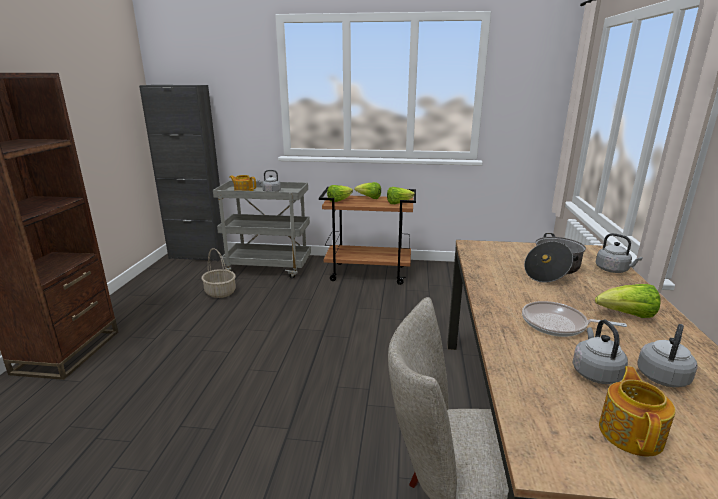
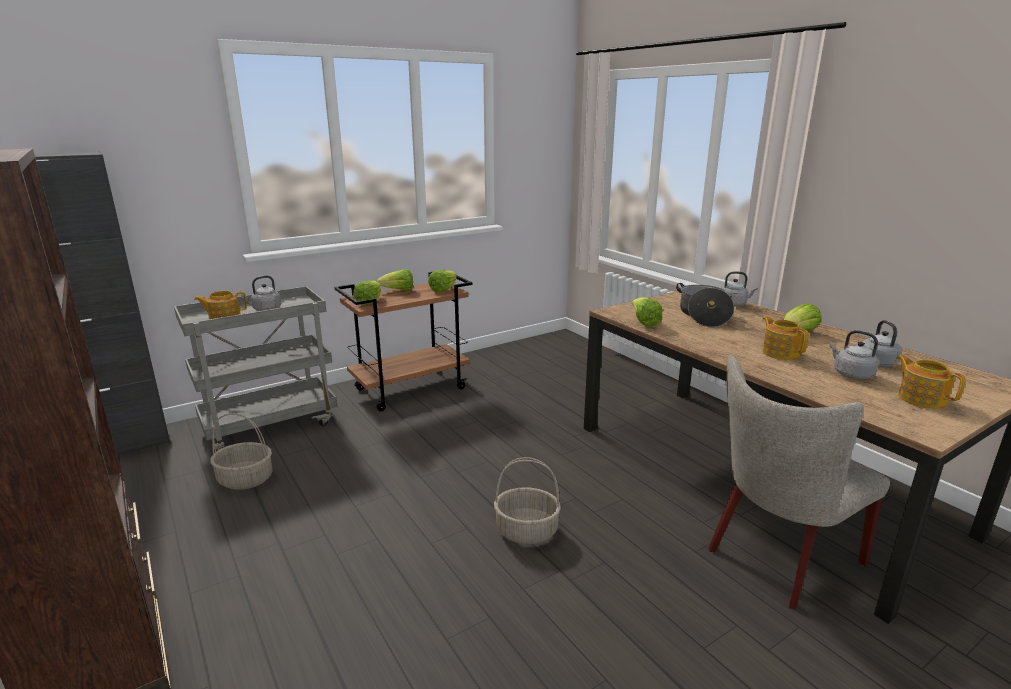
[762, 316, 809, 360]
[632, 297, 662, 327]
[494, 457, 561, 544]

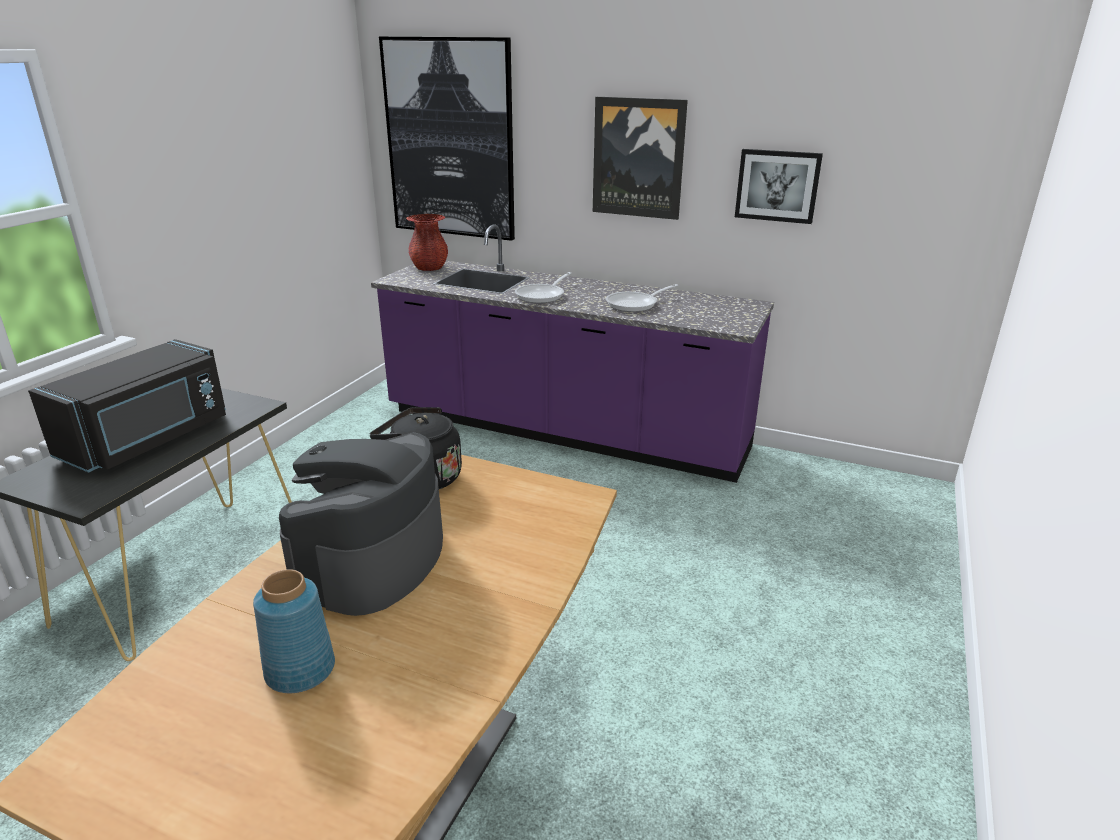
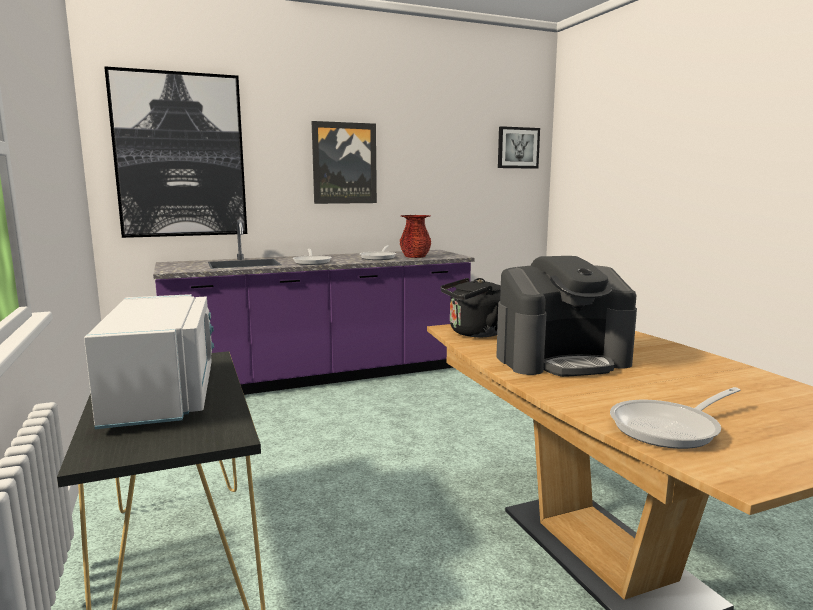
[498, 126, 540, 169]
[399, 215, 431, 258]
[84, 294, 214, 429]
[496, 256, 637, 377]
[253, 569, 335, 693] (first image)
[610, 387, 741, 449]

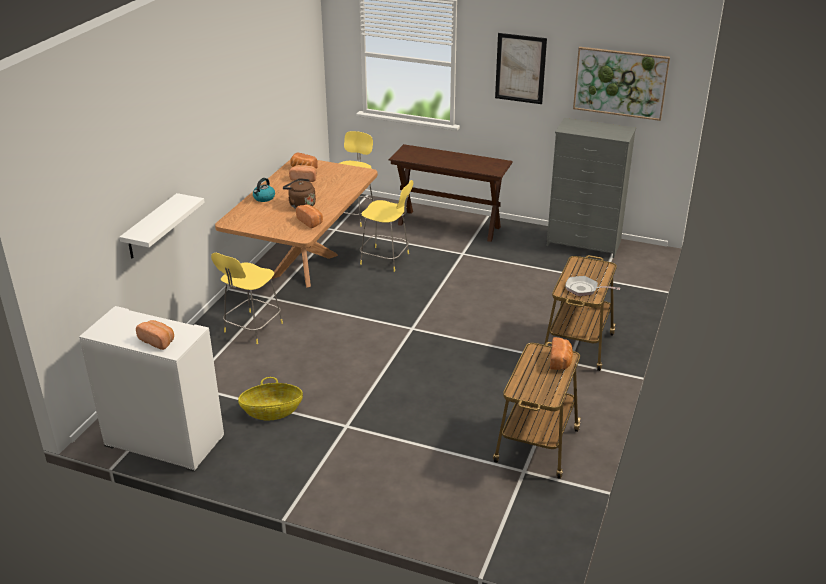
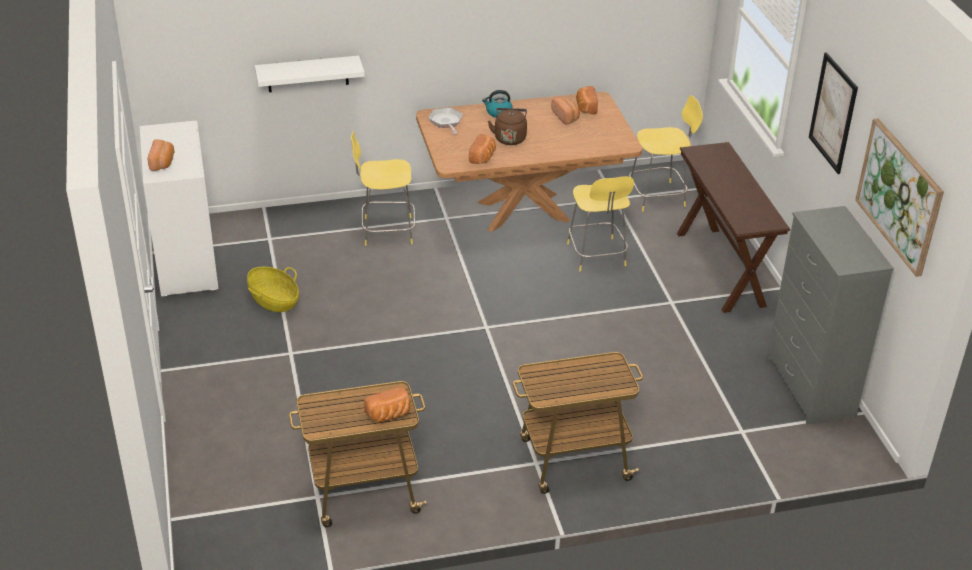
[429, 107, 463, 134]

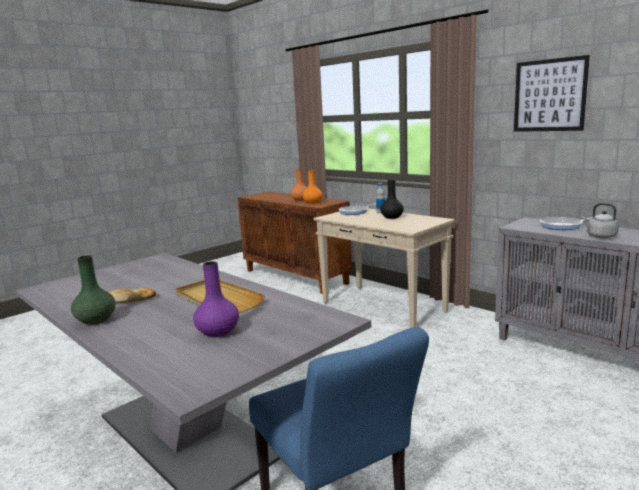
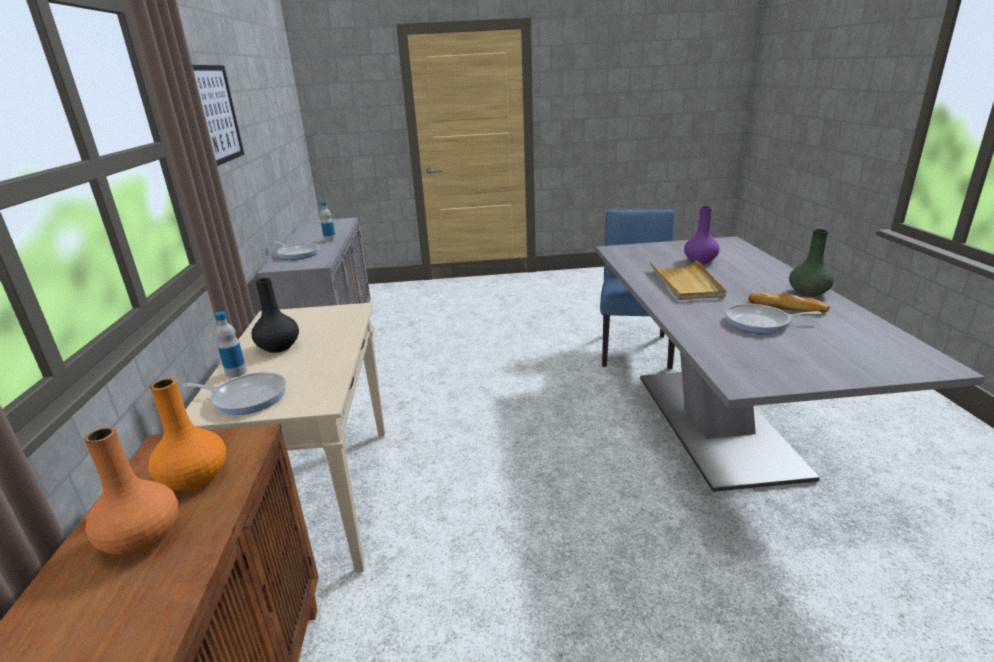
[320, 202, 336, 242]
[725, 304, 821, 334]

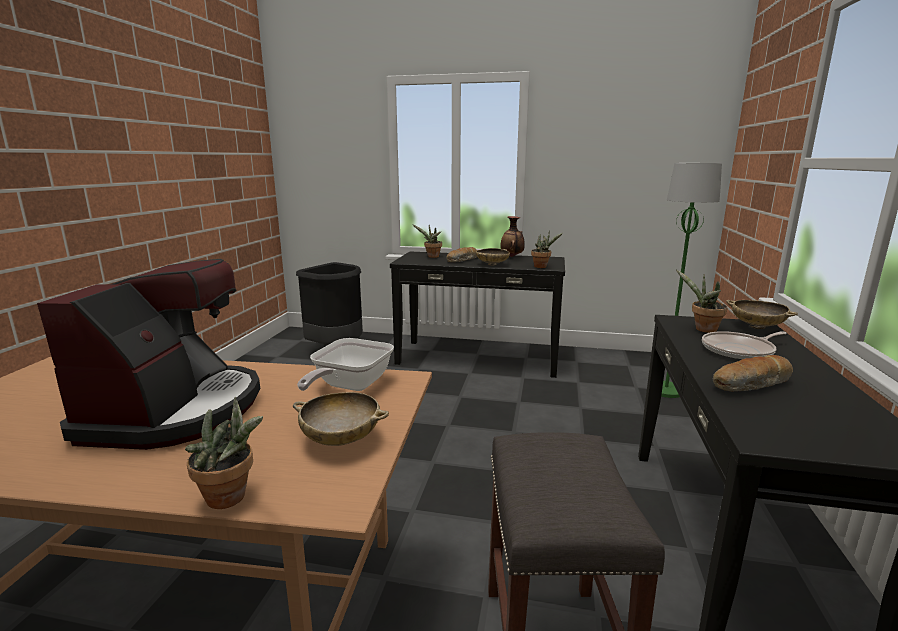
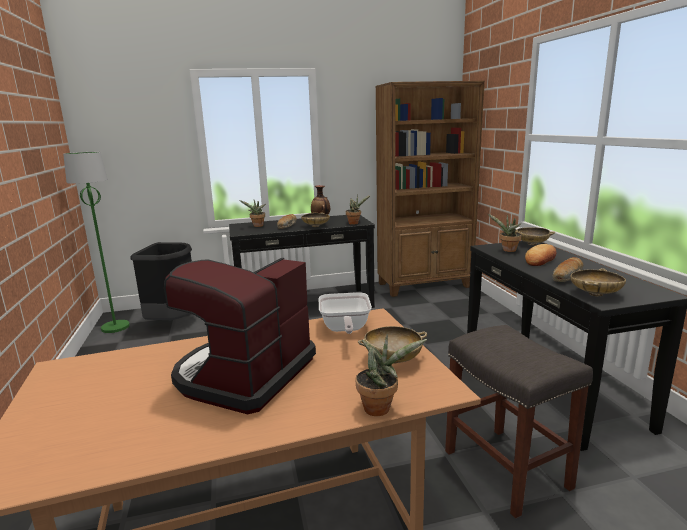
[63, 152, 130, 333]
[164, 258, 316, 414]
[525, 244, 556, 266]
[375, 81, 485, 297]
[570, 268, 626, 296]

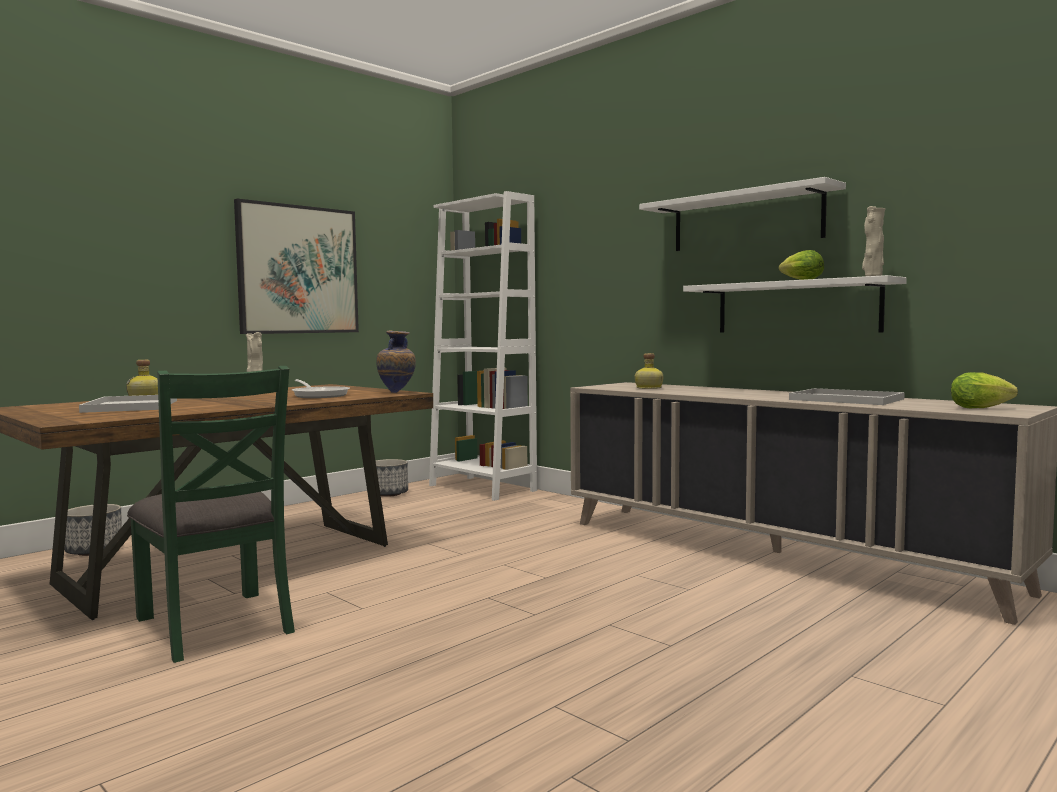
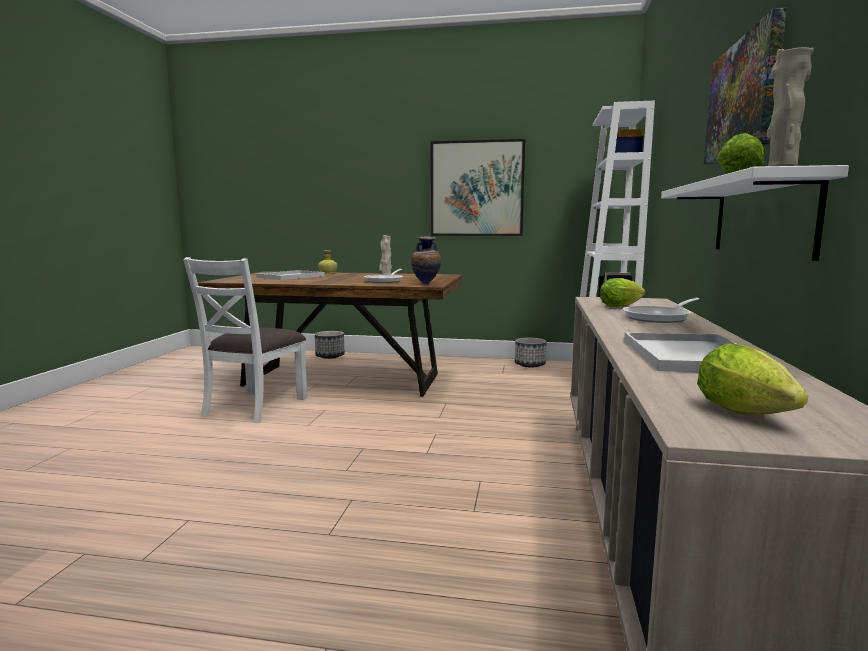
[704, 7, 787, 164]
[600, 278, 645, 307]
[183, 257, 307, 423]
[623, 298, 699, 323]

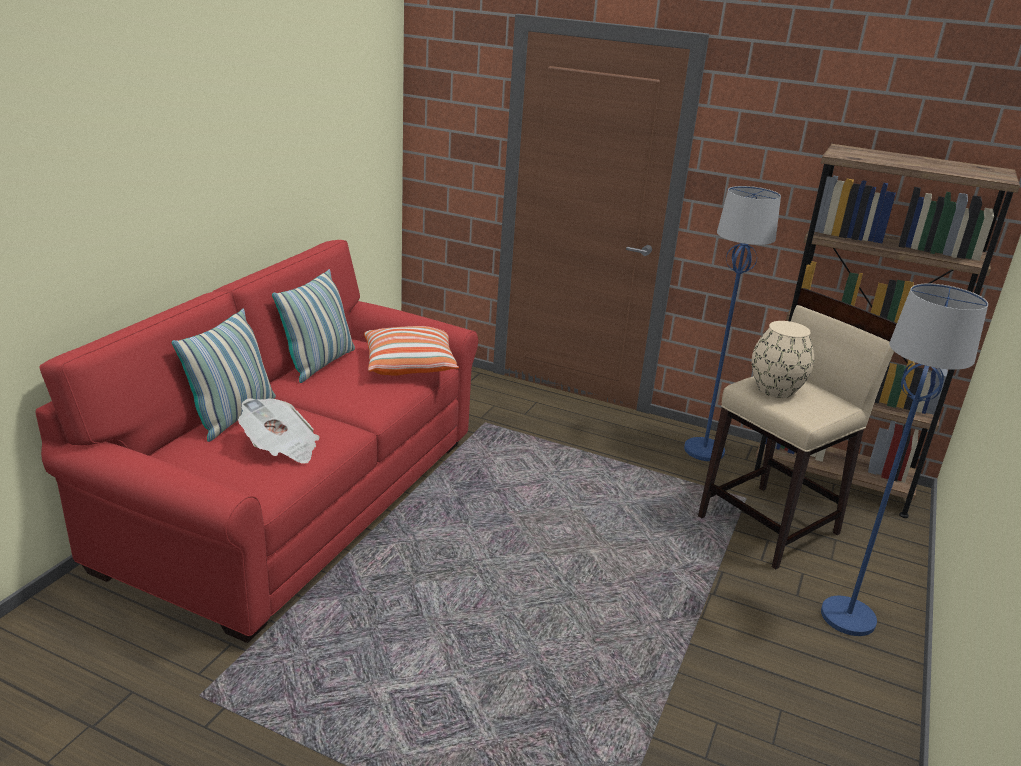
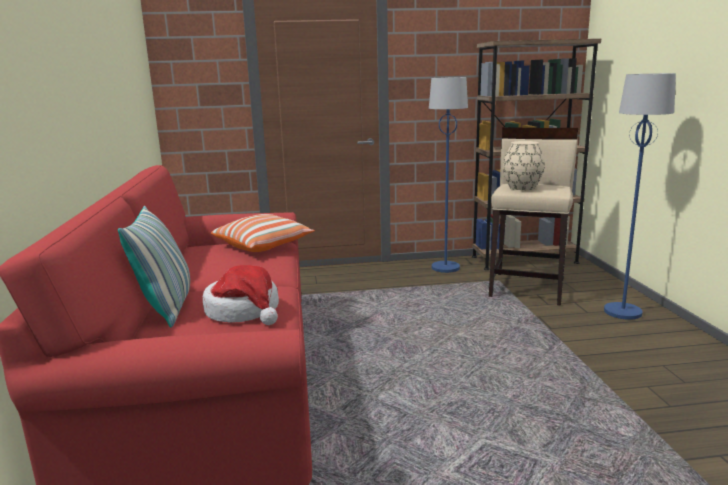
[272, 269, 355, 383] (first image)
[203, 265, 279, 325]

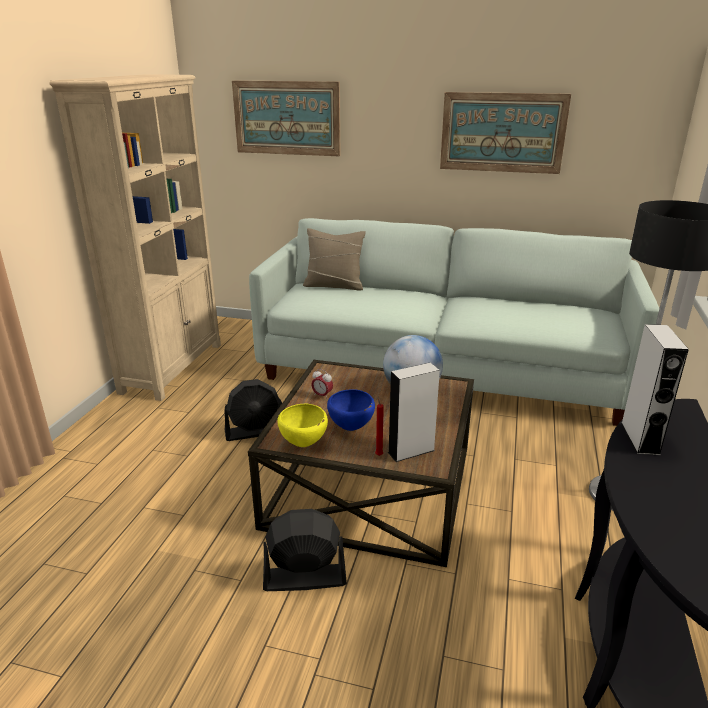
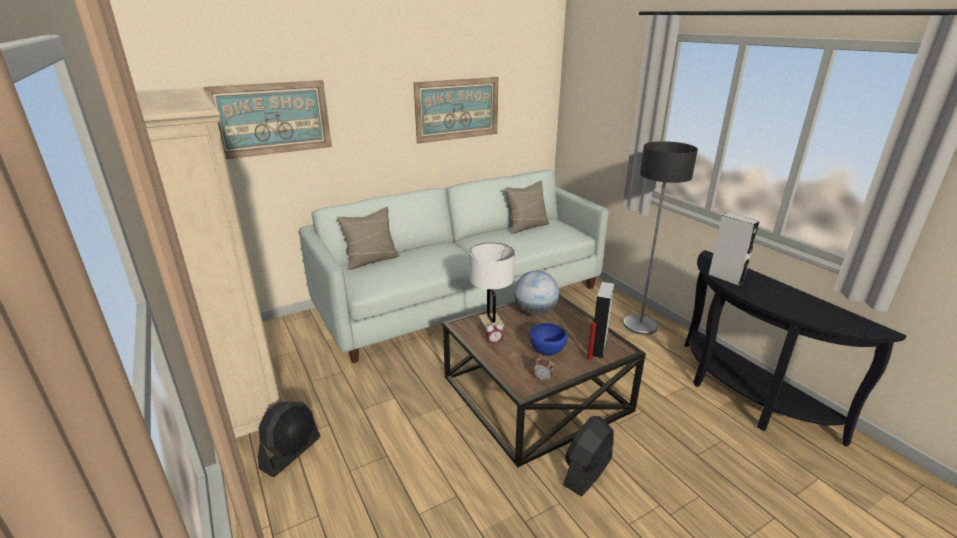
[258, 402, 320, 477]
[533, 356, 554, 382]
[505, 180, 549, 233]
[469, 243, 515, 330]

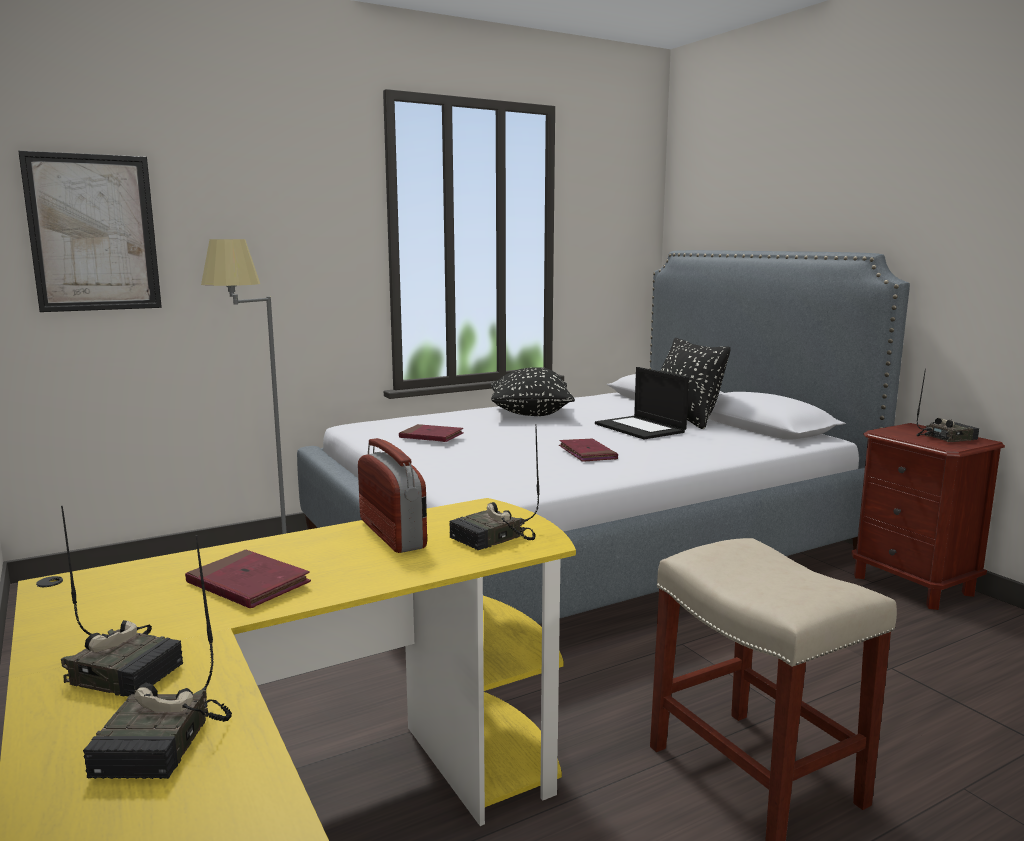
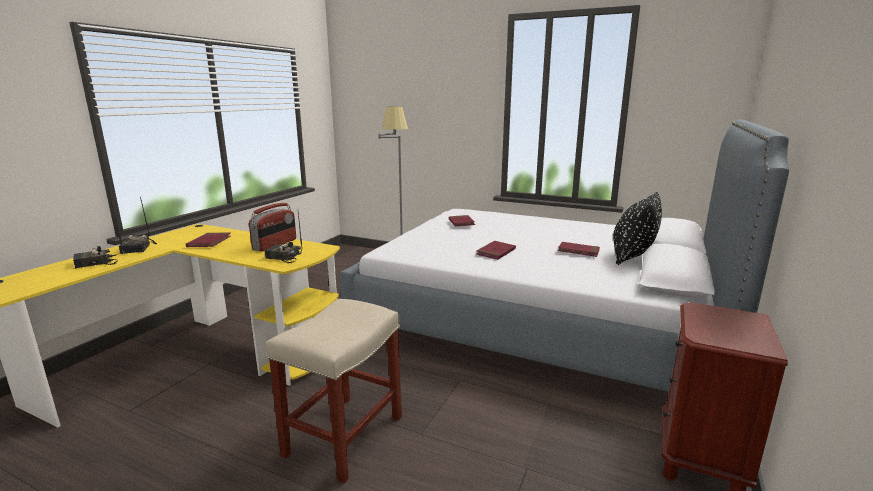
[18, 150, 162, 312] (first image)
[491, 367, 575, 416] (first image)
[558, 242, 600, 257]
[916, 369, 979, 442] (first image)

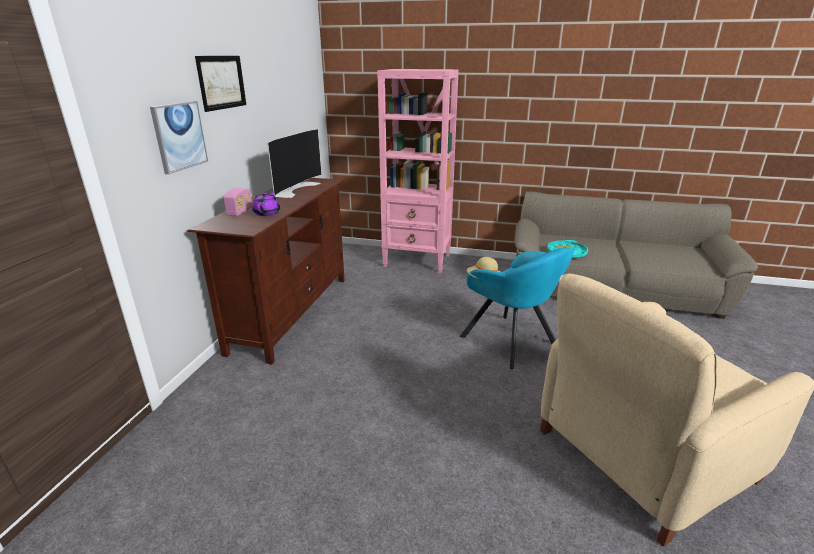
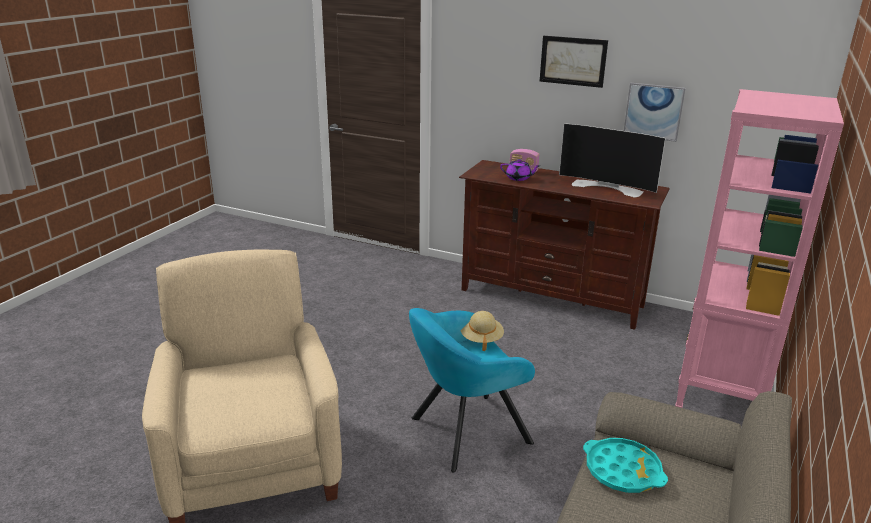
[624, 83, 686, 142]

